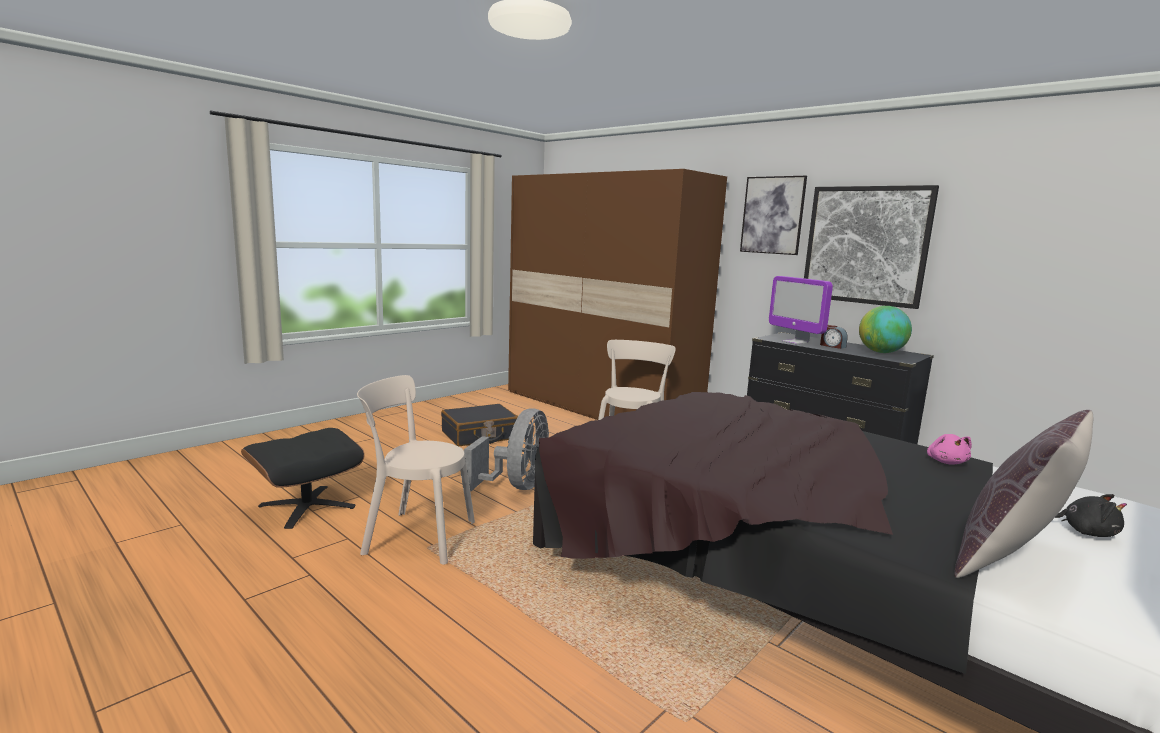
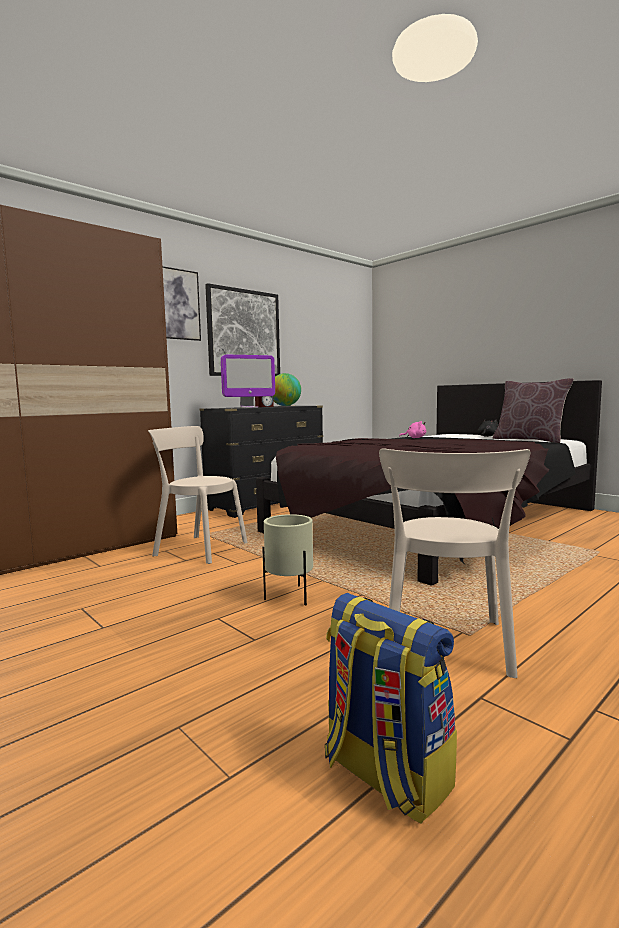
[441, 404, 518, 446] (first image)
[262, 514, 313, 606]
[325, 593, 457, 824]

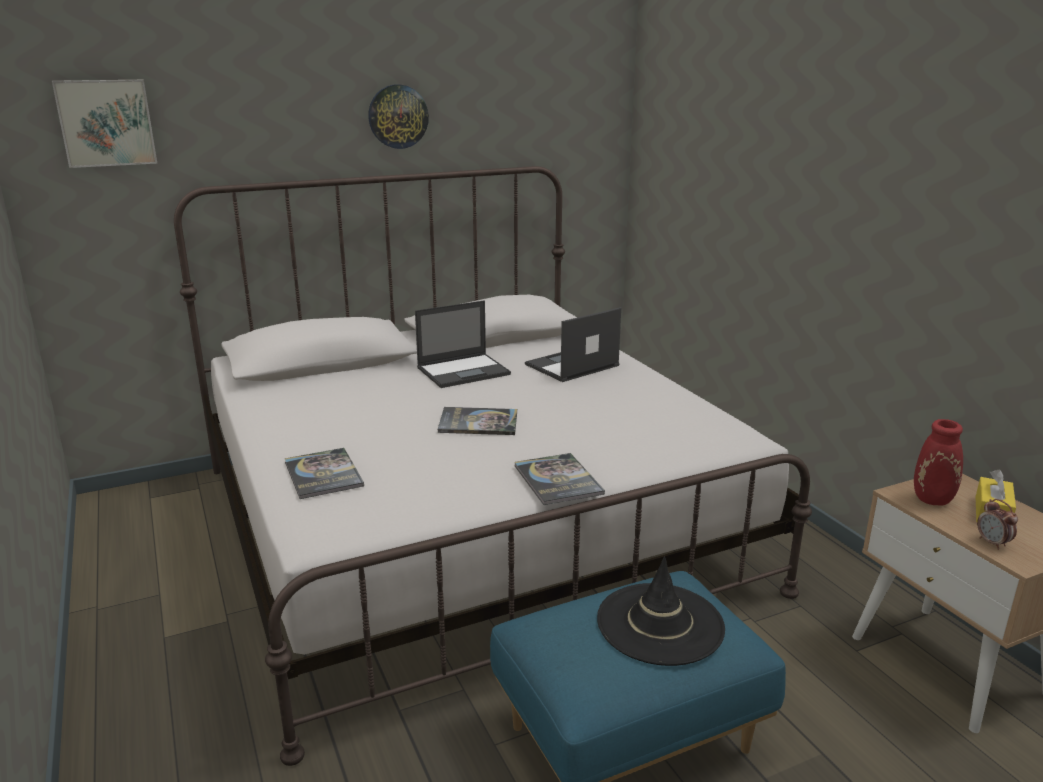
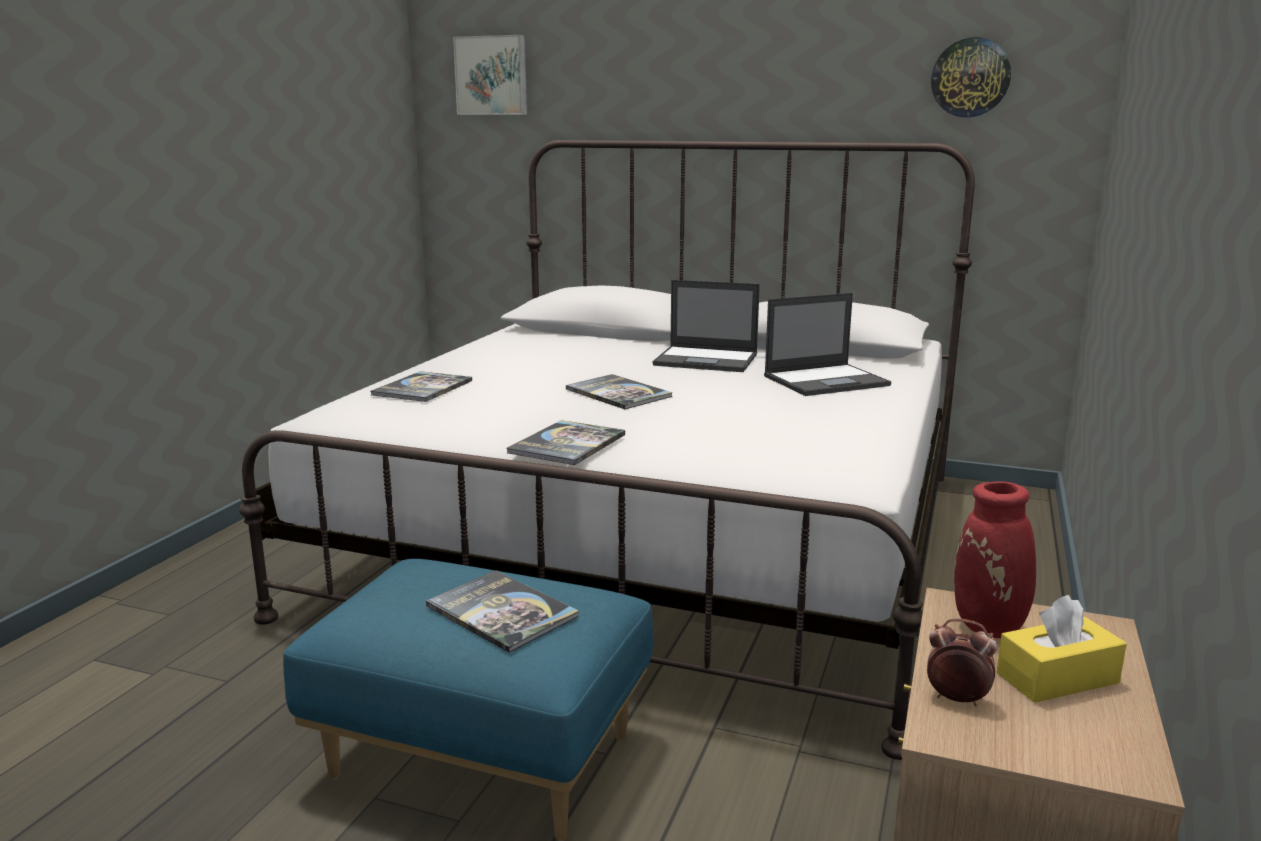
[931, 37, 1011, 117]
[764, 293, 891, 396]
[927, 619, 997, 707]
[426, 570, 579, 653]

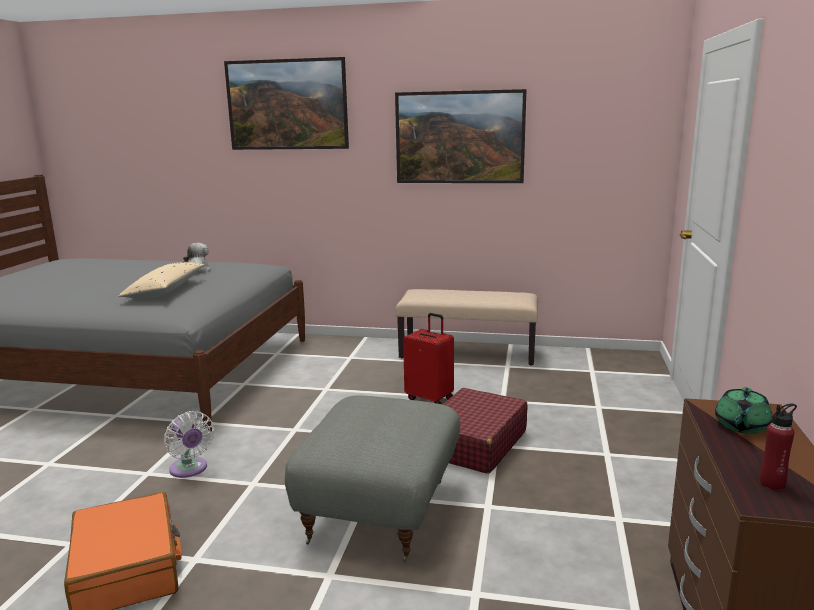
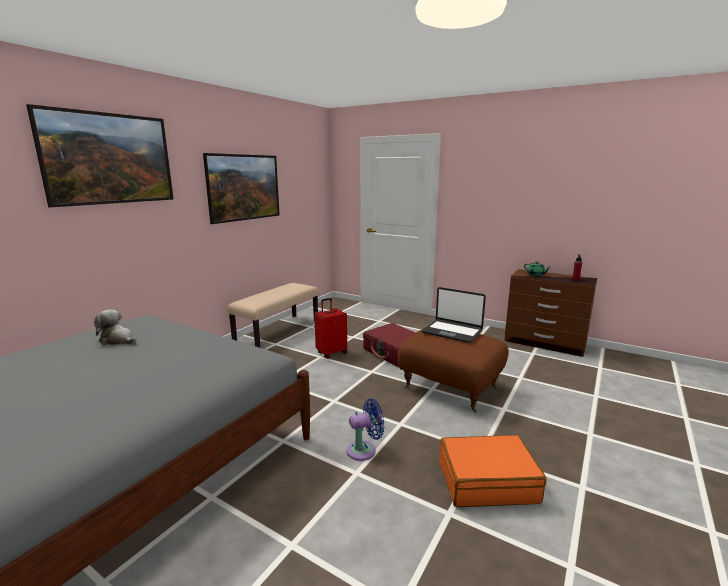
[118, 262, 205, 298] (first image)
[397, 328, 509, 412]
[347, 399, 384, 461]
[422, 287, 486, 343]

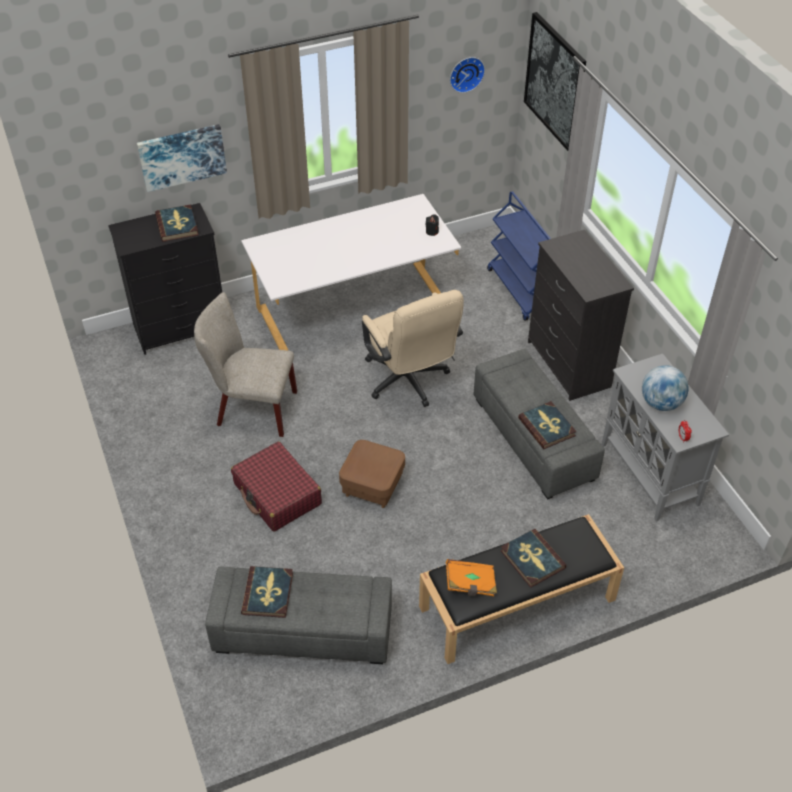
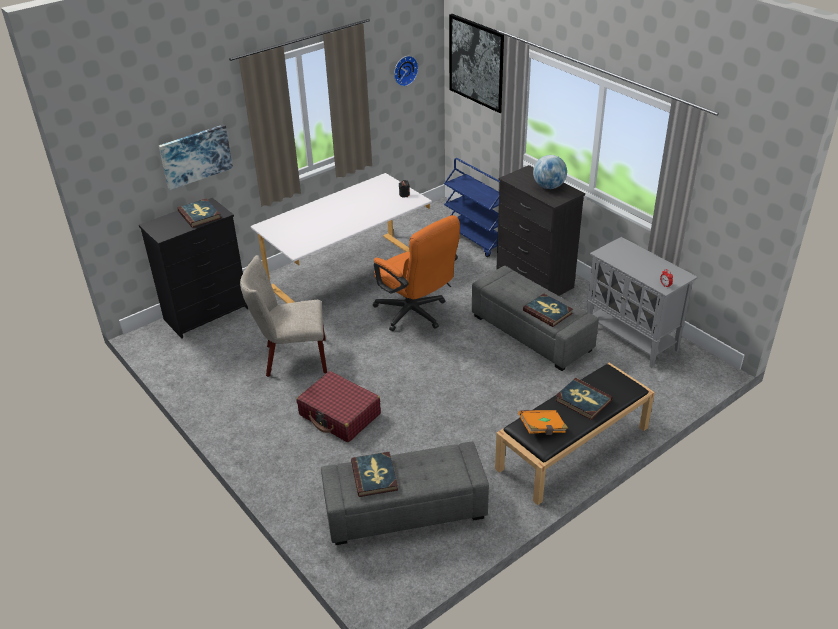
[373, 215, 460, 331]
[533, 155, 567, 189]
[339, 440, 405, 508] (first image)

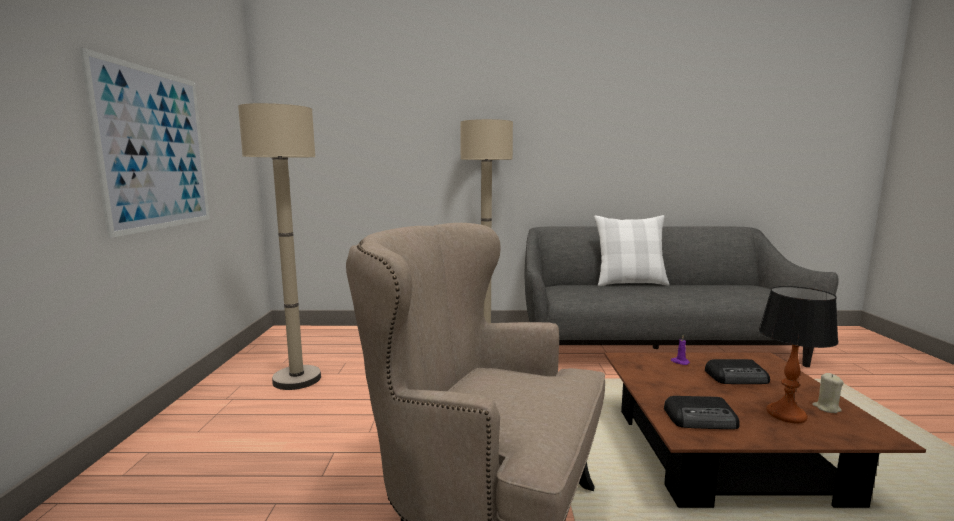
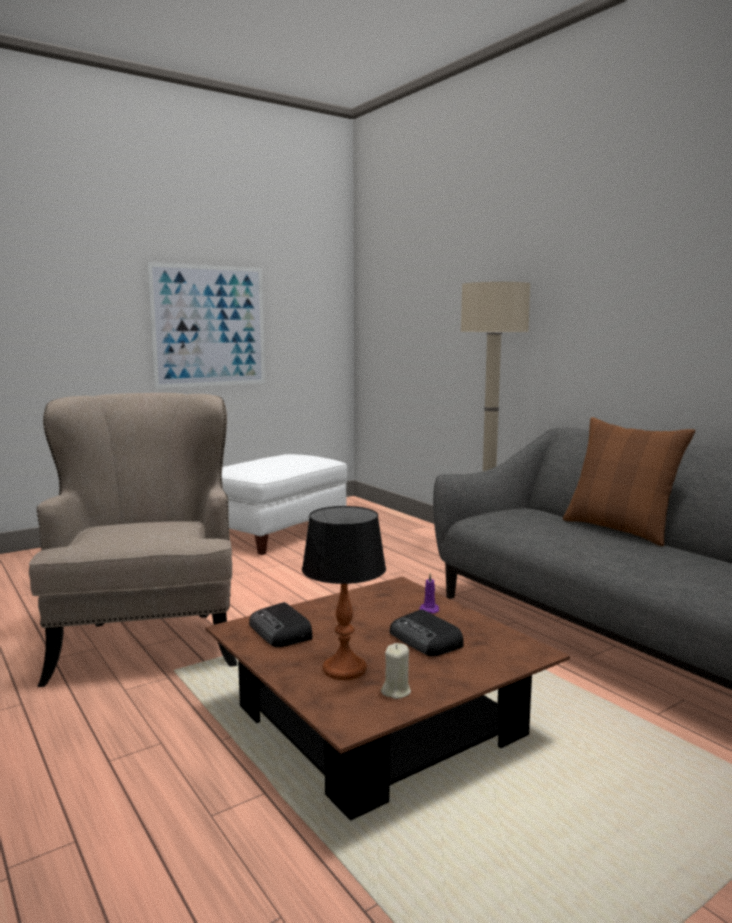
[222, 454, 347, 555]
[563, 417, 696, 546]

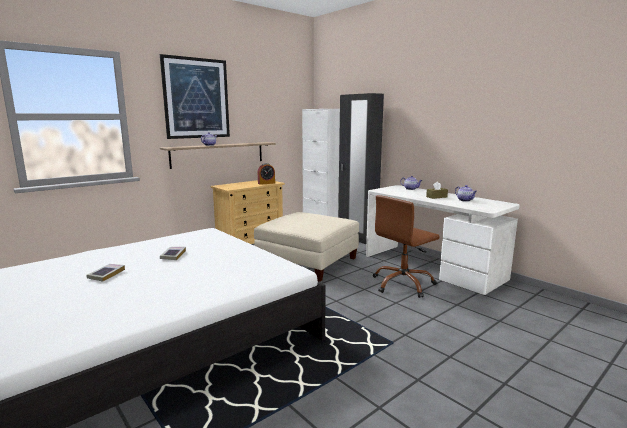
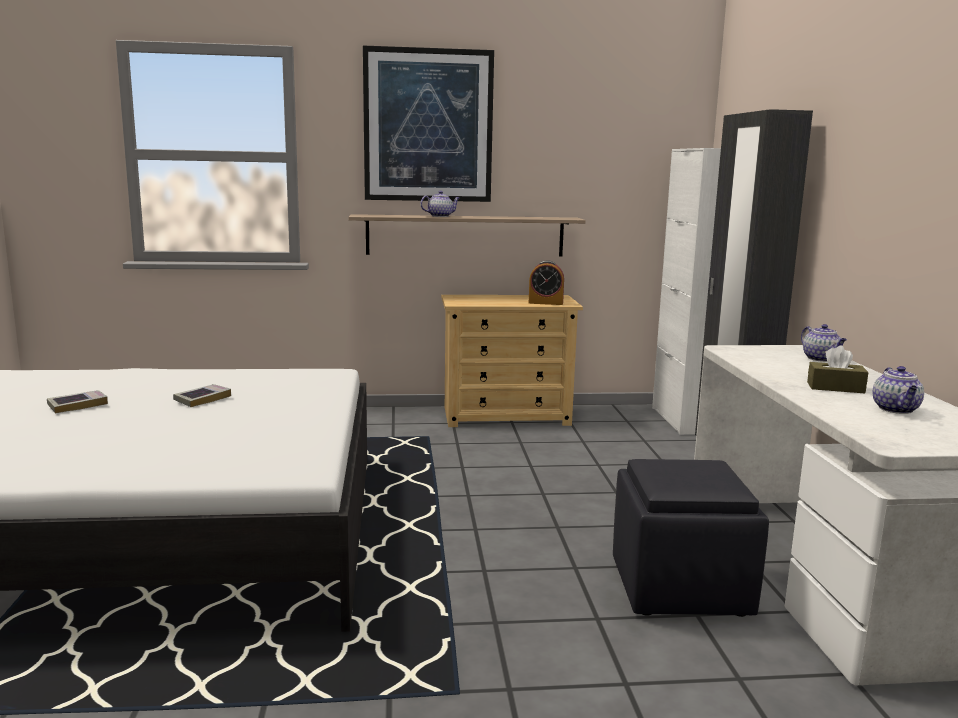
[613, 459, 769, 617]
[254, 212, 359, 282] (first image)

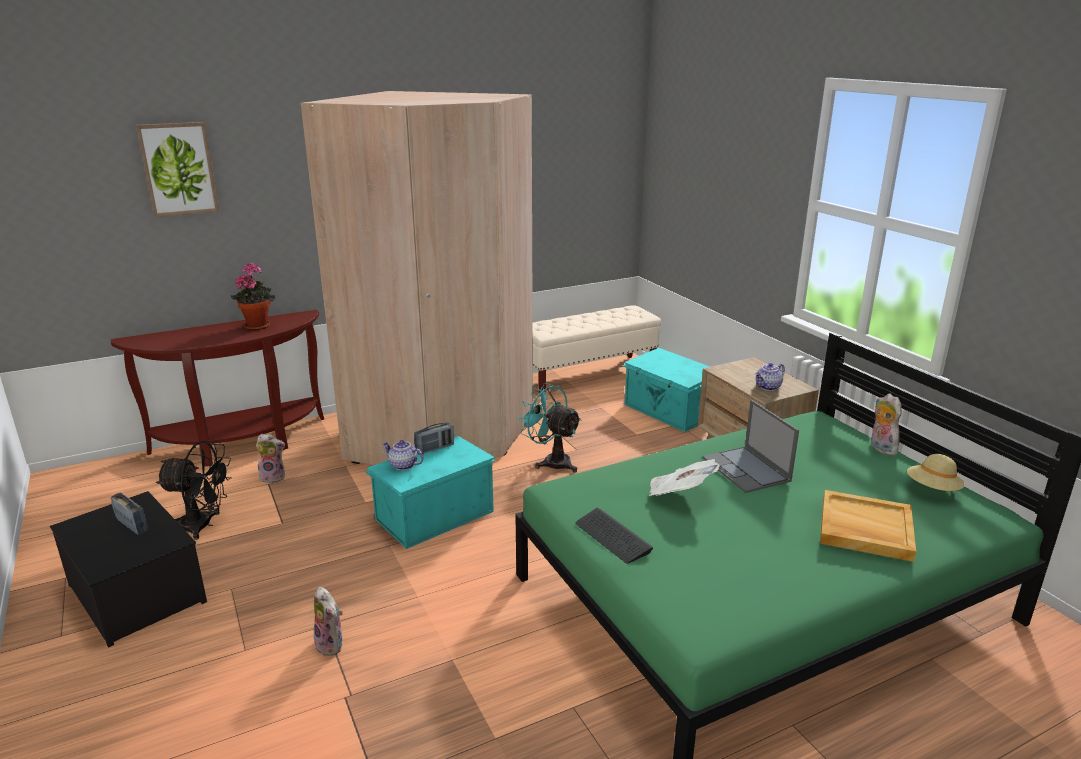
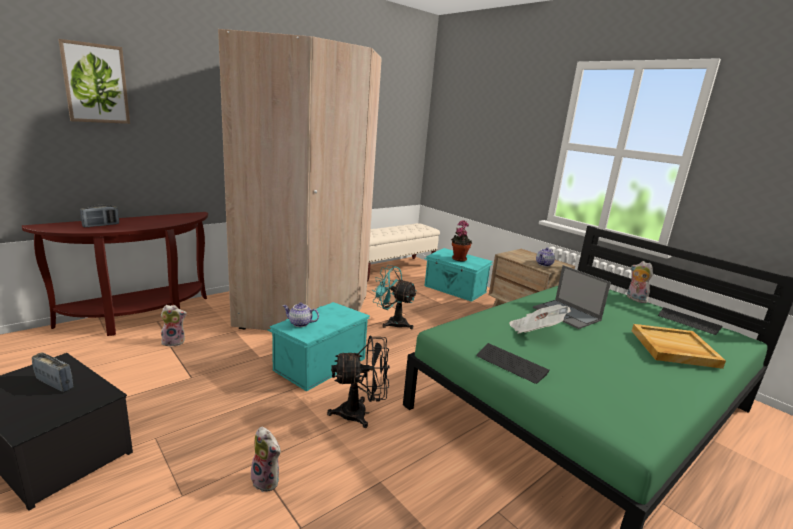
[451, 221, 472, 261]
[80, 205, 119, 227]
[327, 336, 390, 428]
[658, 307, 722, 335]

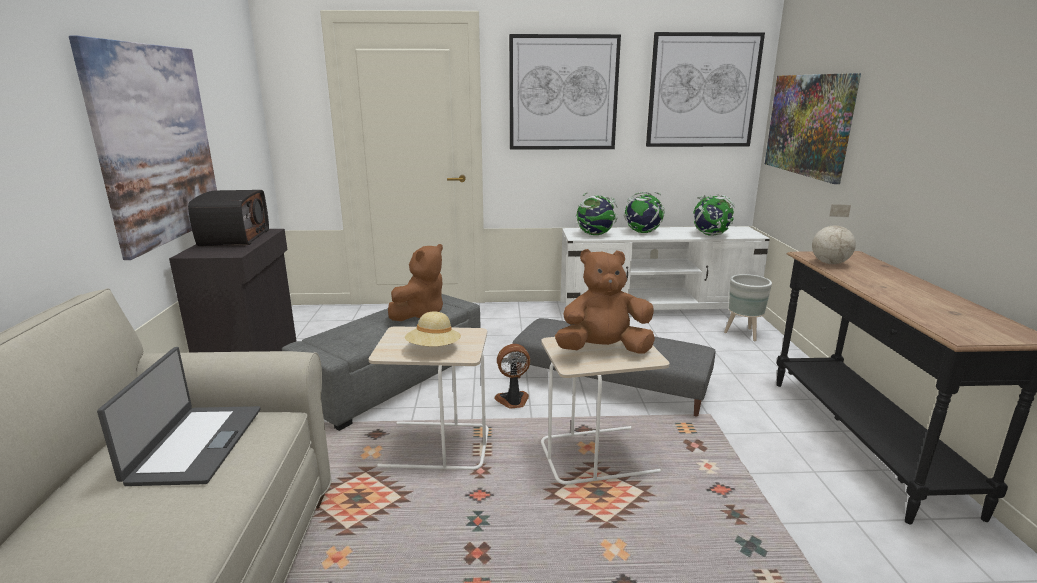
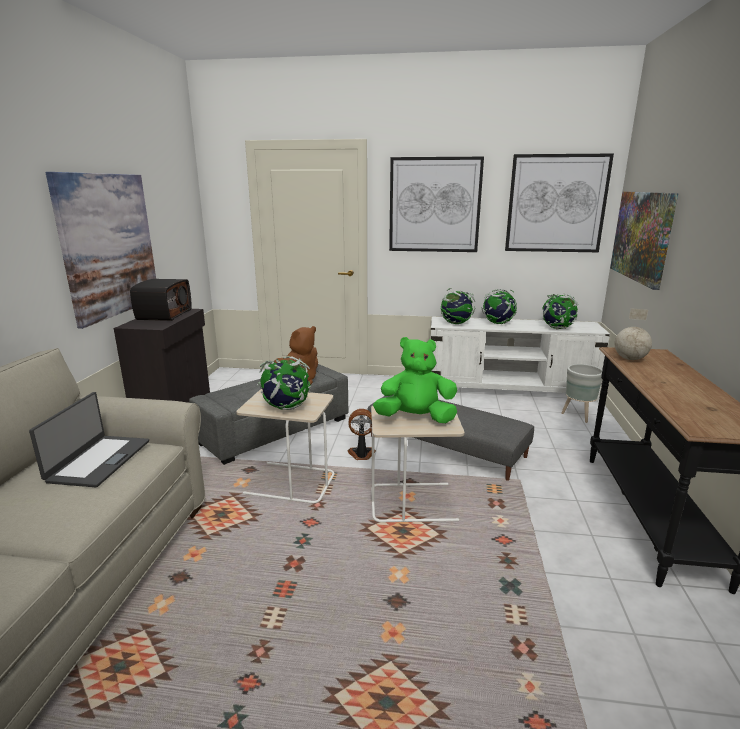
[373, 337, 457, 423]
[257, 356, 311, 410]

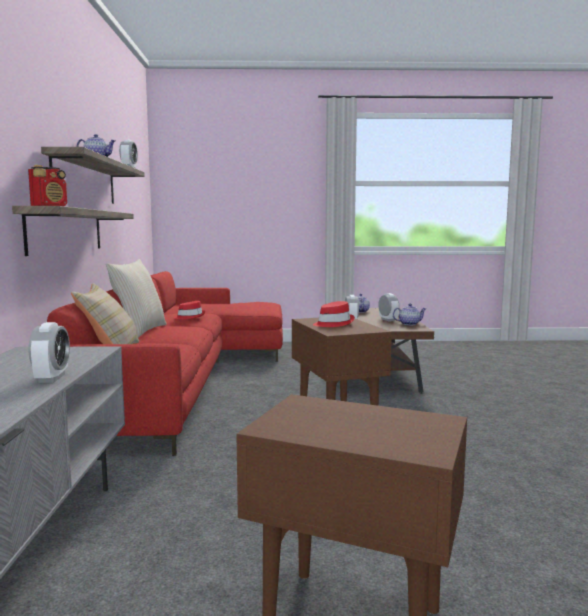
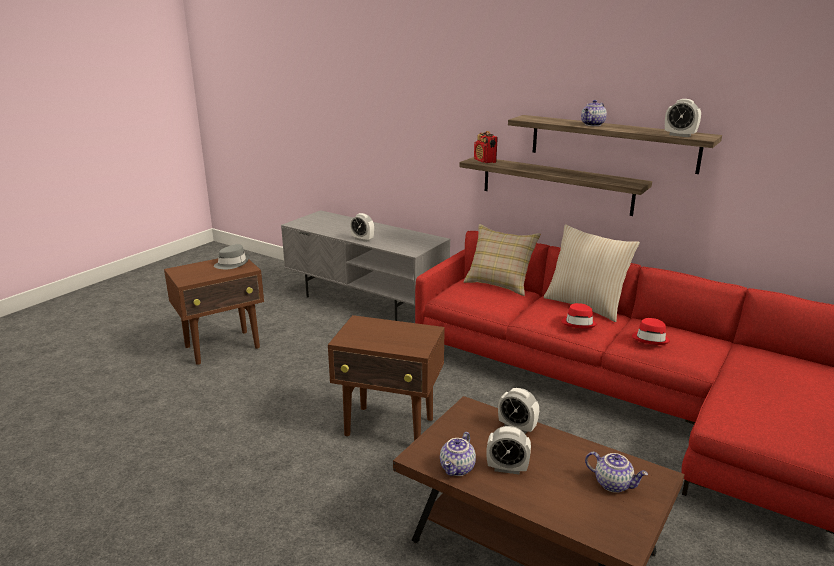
[561, 303, 597, 328]
[214, 244, 249, 269]

